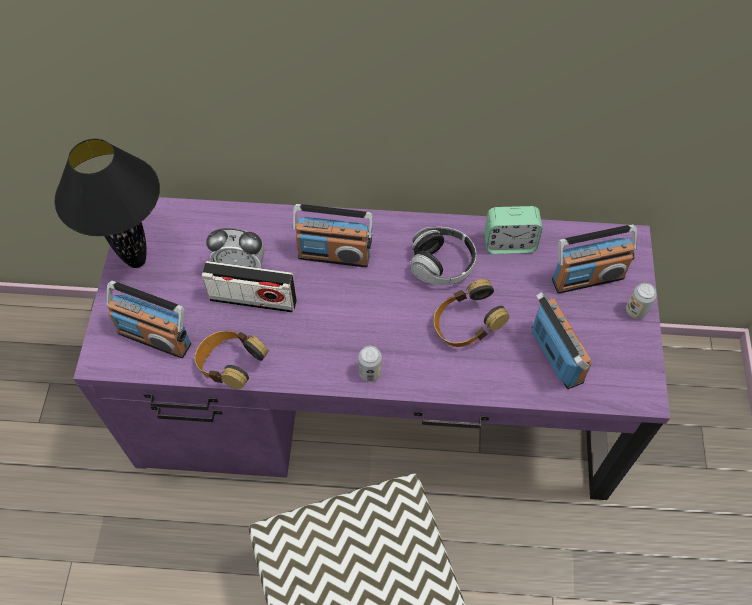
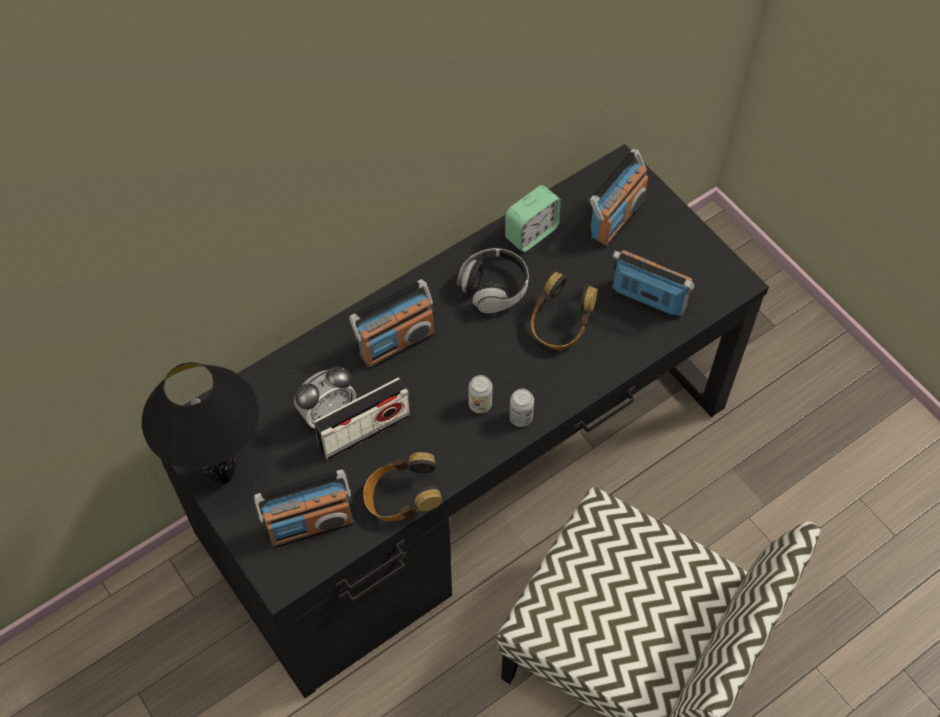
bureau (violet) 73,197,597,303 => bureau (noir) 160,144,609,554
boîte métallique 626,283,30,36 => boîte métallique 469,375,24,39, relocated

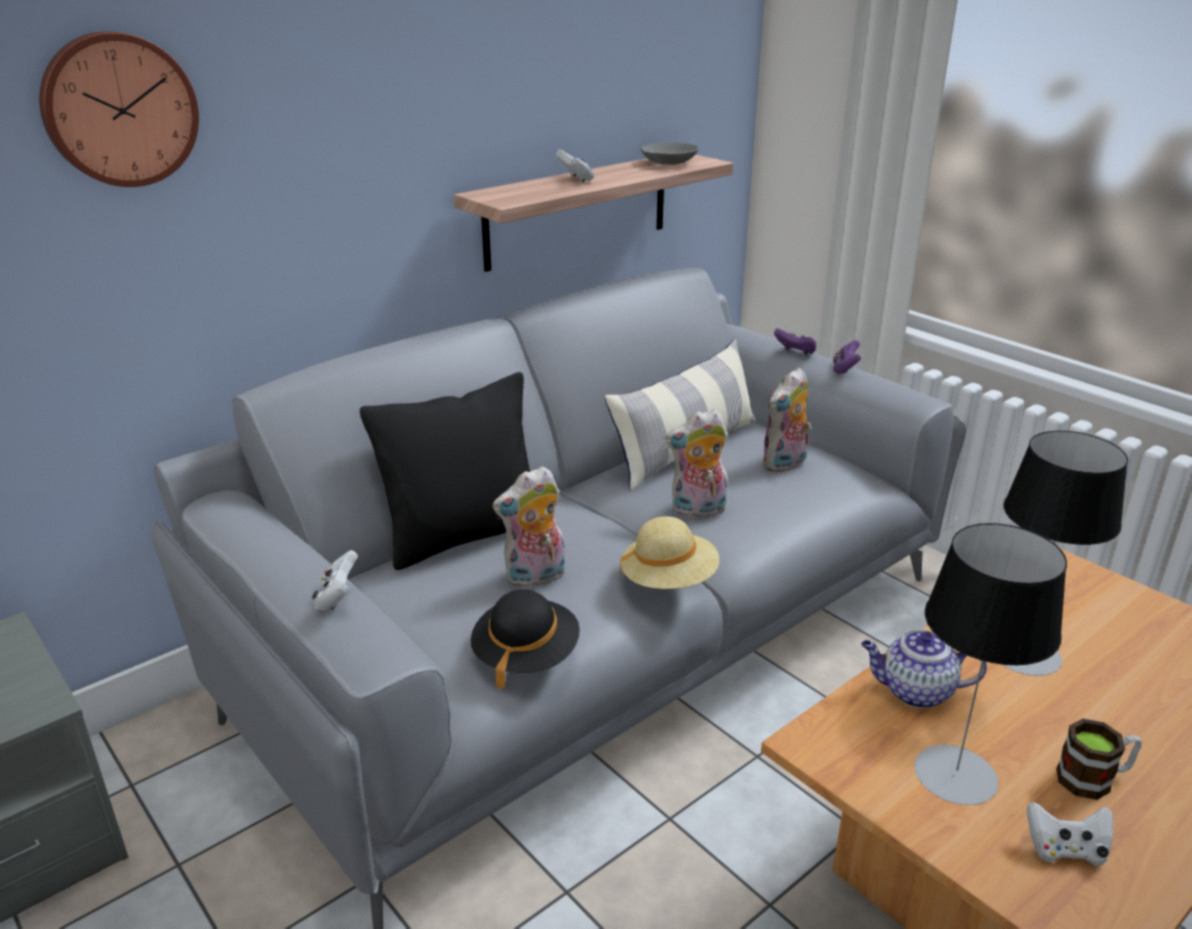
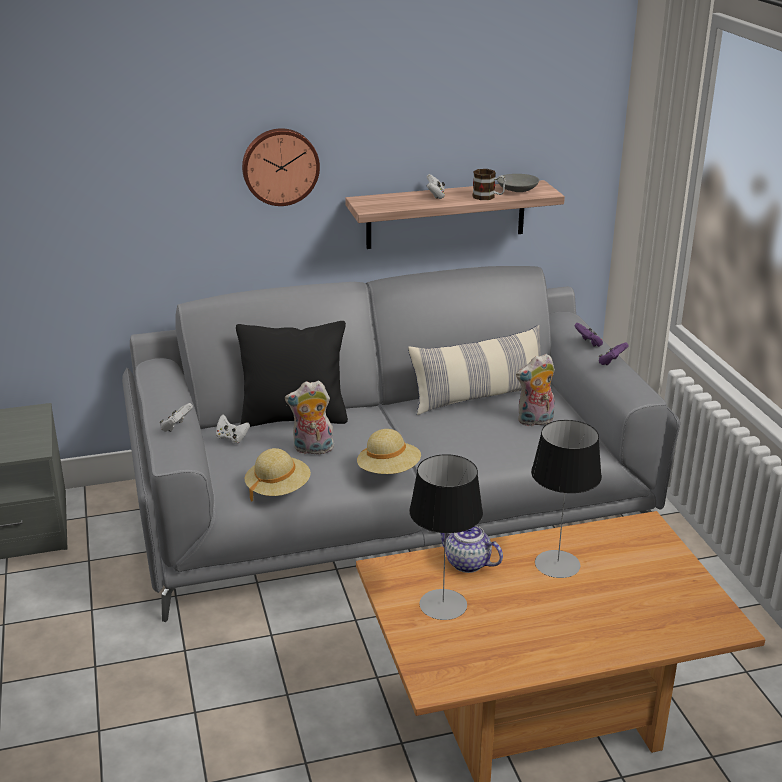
horloge murale 39,31,160,156 => horloge murale 242,128,78,78, relocated
peluche 665,409,63,110 => nothing
chapeau (noir) 471,590,109,100 => chapeau (beige) 245,448,66,53
mug 1056,719,86,81 => mug 472,169,34,31, relocated
manette (blanc) 1027,802,86,64 => manette (blanc) 216,415,34,29, relocated

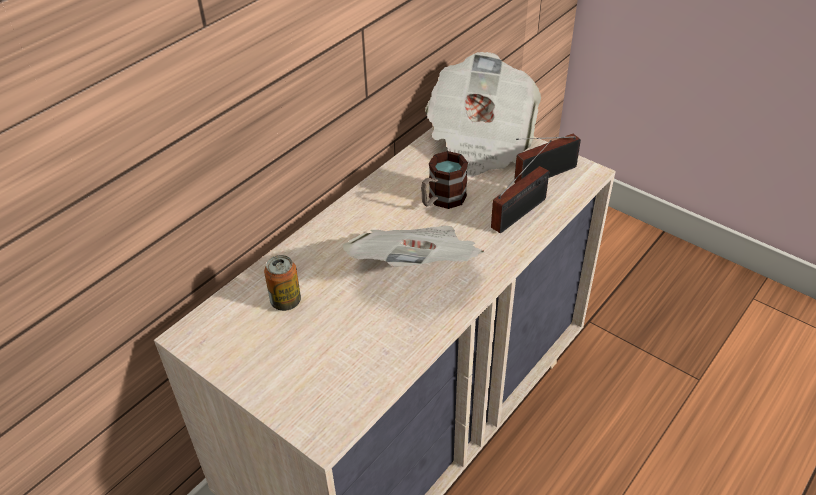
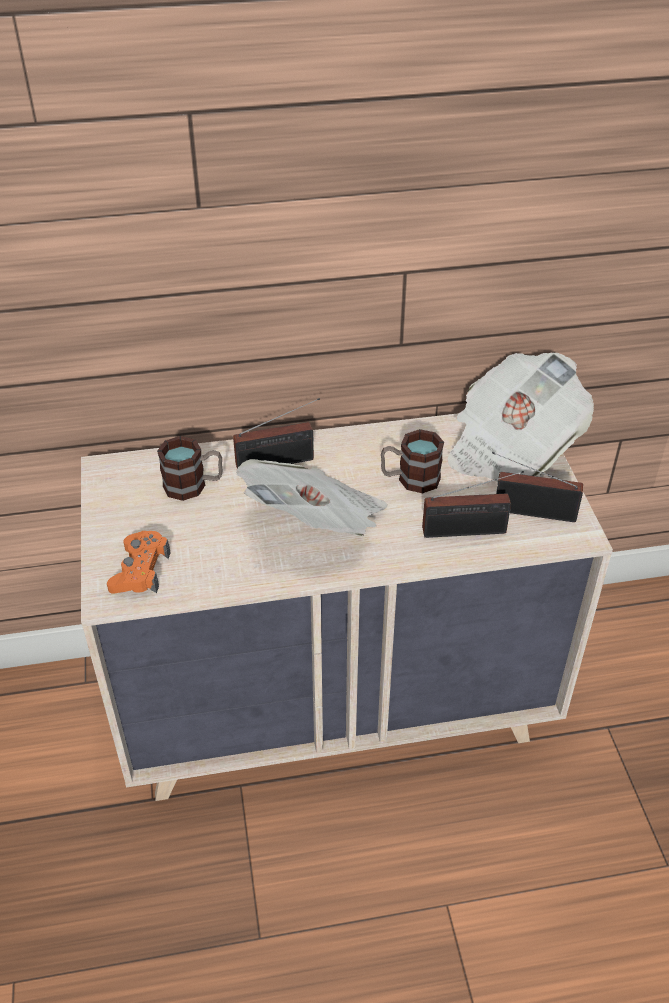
boîte métallique 264,255,37,56 => mug 157,436,65,65
nothing => radio 233,398,87,71
nothing => manette (orange) 107,531,63,63

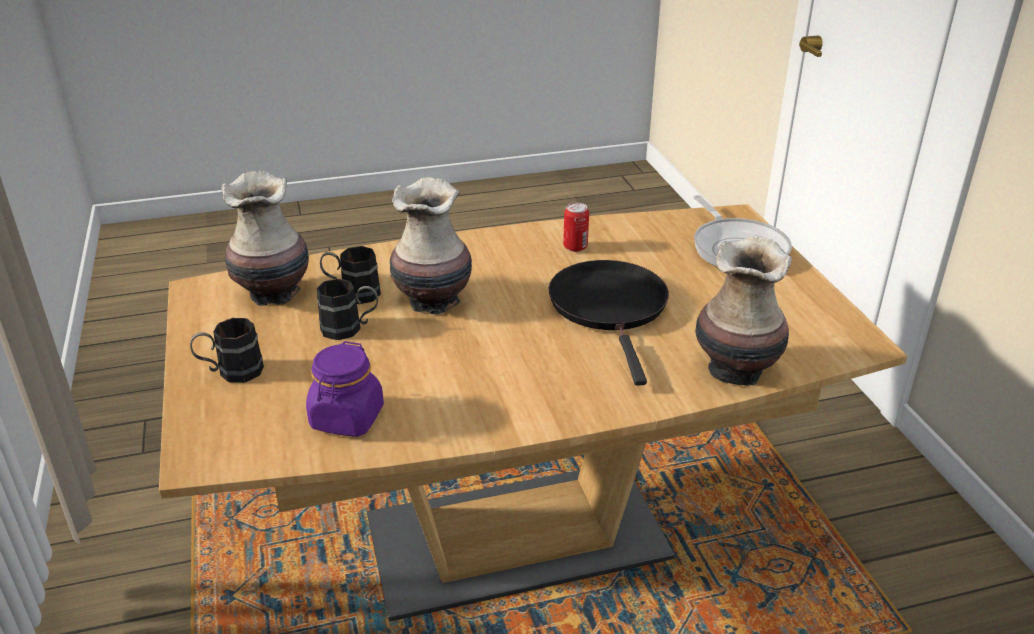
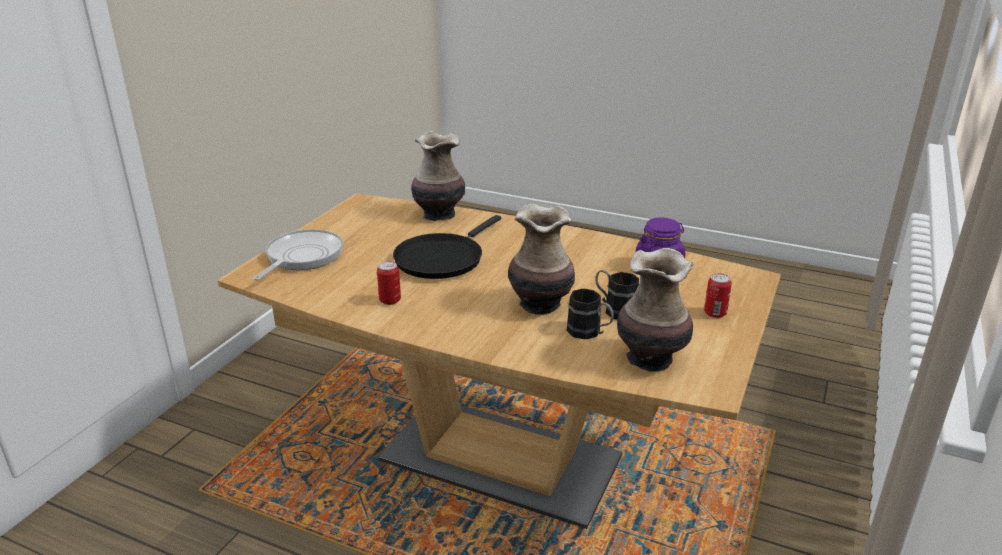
mug (noir) 190,318,74,65 => boîte métallique 704,273,28,45

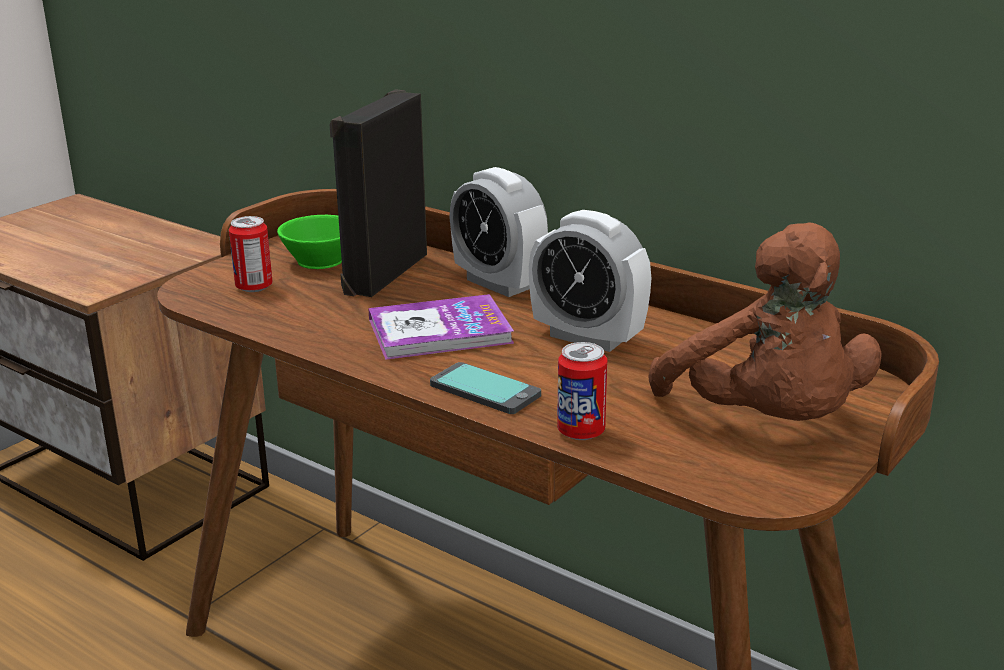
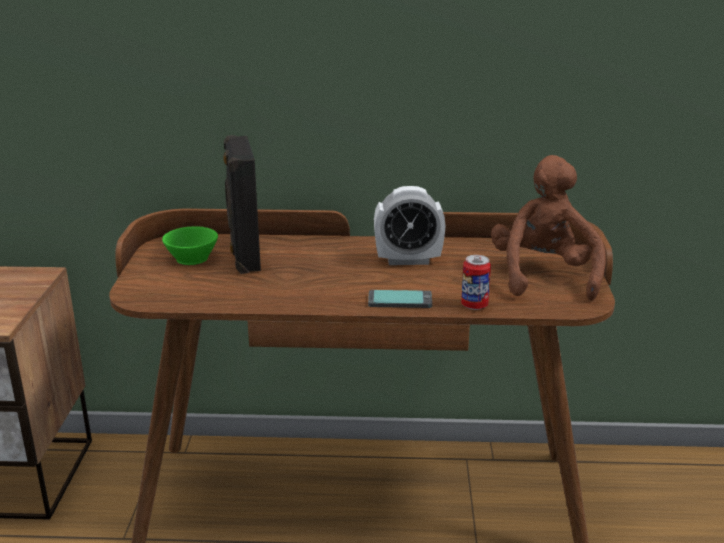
réveil 449,167,99,130 => nothing
boîte métallique 229,216,44,76 => nothing
peluche (marron) 649,222,233,199 => peluche (marron) 491,155,115,145, 120 degrees counterclockwise
livre 368,294,146,66 => nothing

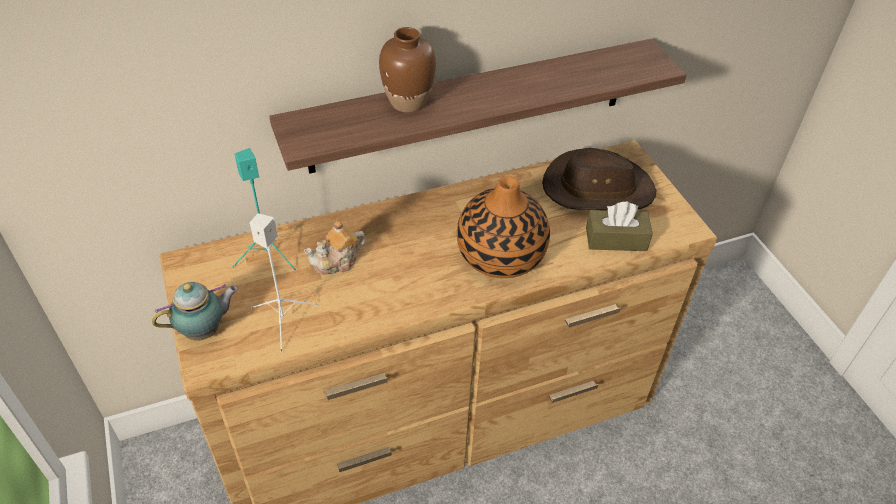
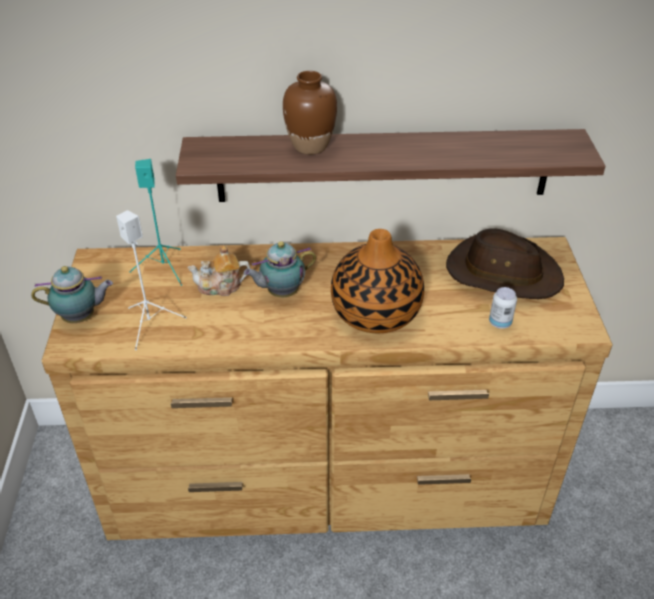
boîte à mouchoirs (marron) 586,202,67,49 => boîte métallique 489,287,28,42
nothing => théière 244,241,72,56

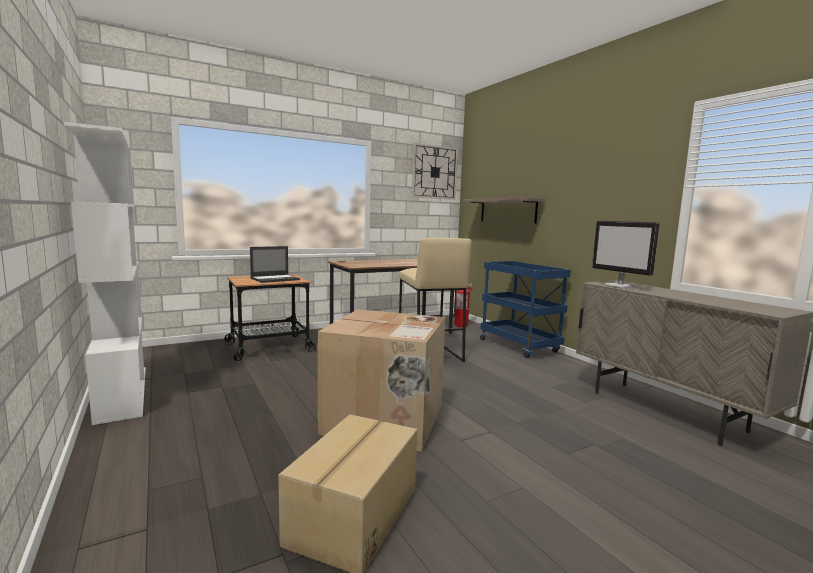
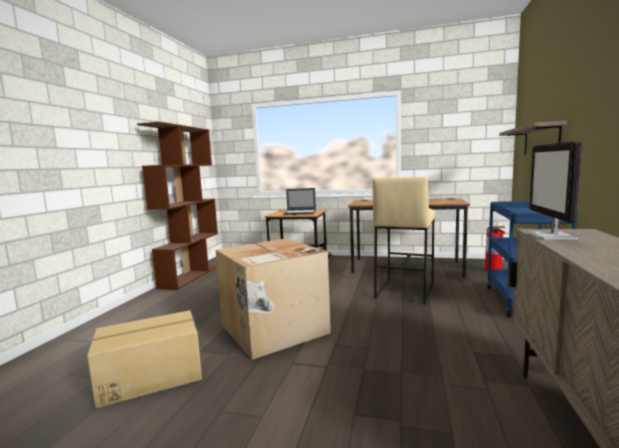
bibliothèque (blanc) 64,122,82,303 => bibliothèque (marron) 137,122,81,168
horloge murale 412,143,46,57 => nothing

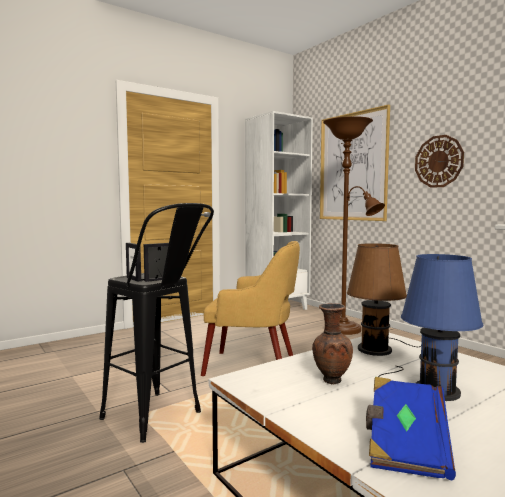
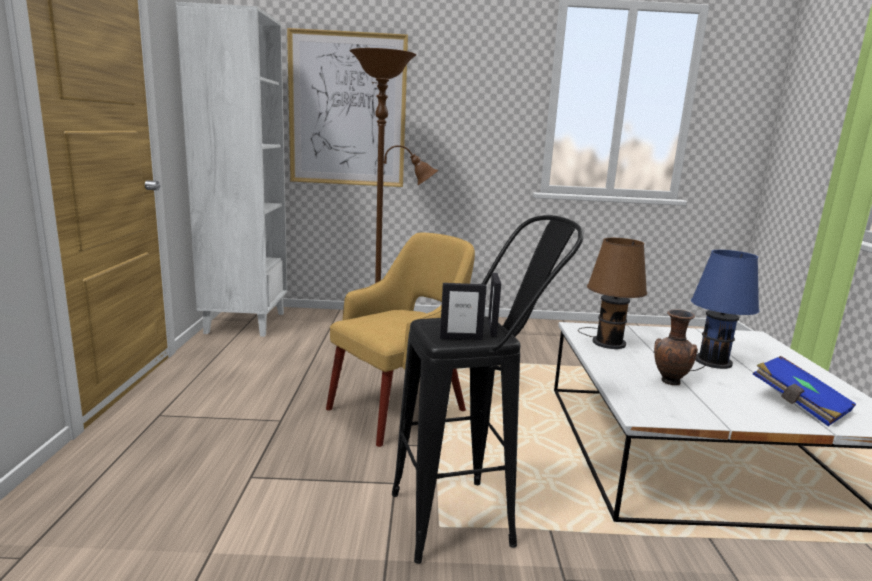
horloge murale 415,135,49,53 => nothing

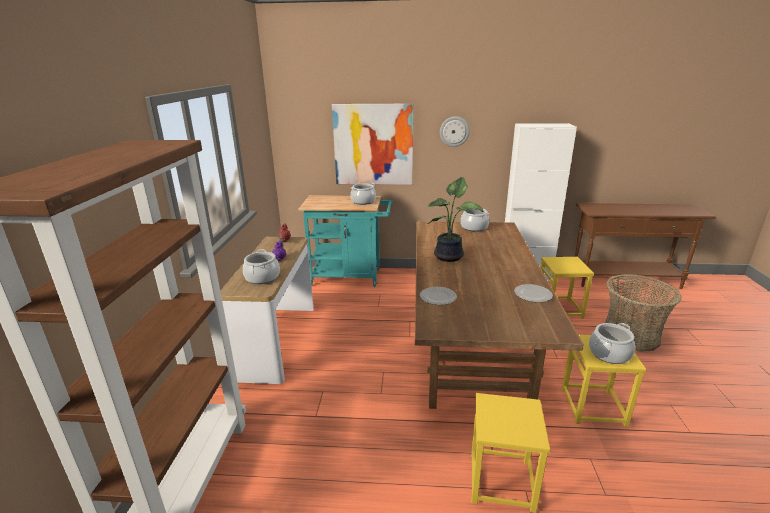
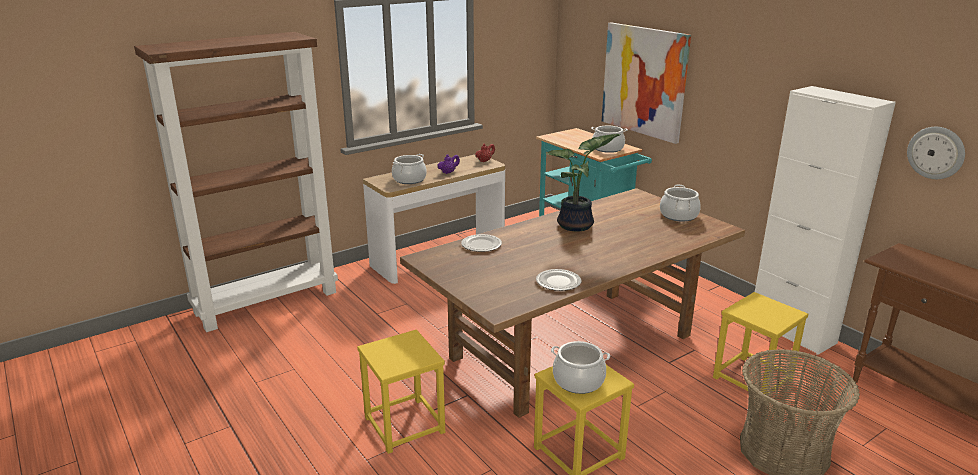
horloge murale 440,116,30,31 => horloge murale 907,127,58,52, relocated

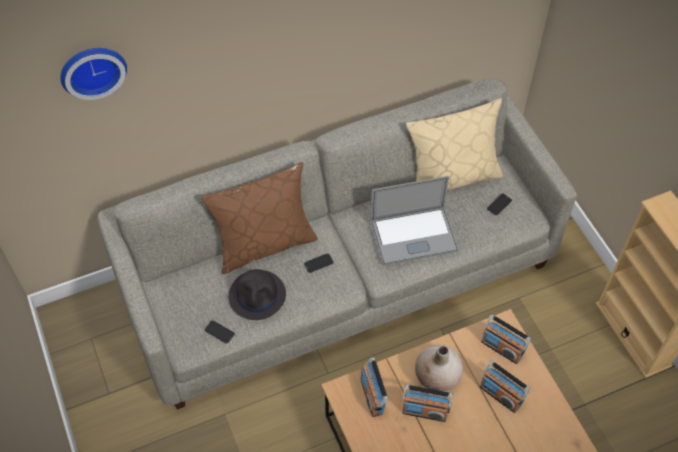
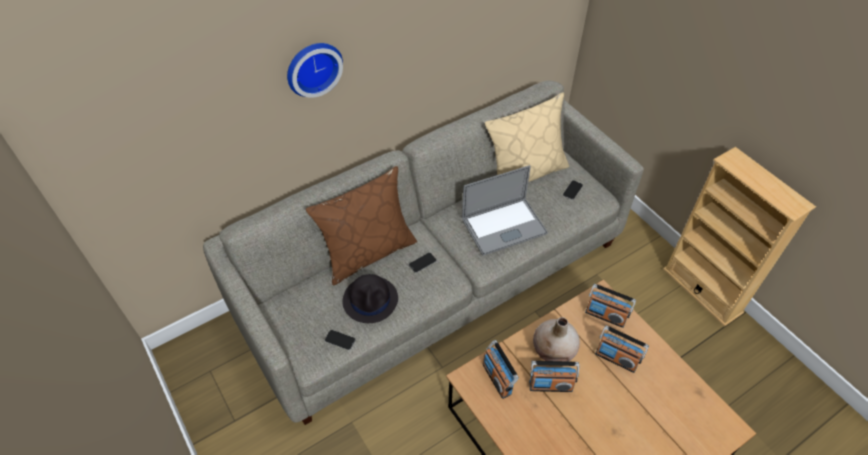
horloge murale 61,48,66,52 => horloge murale 287,43,56,55, relocated

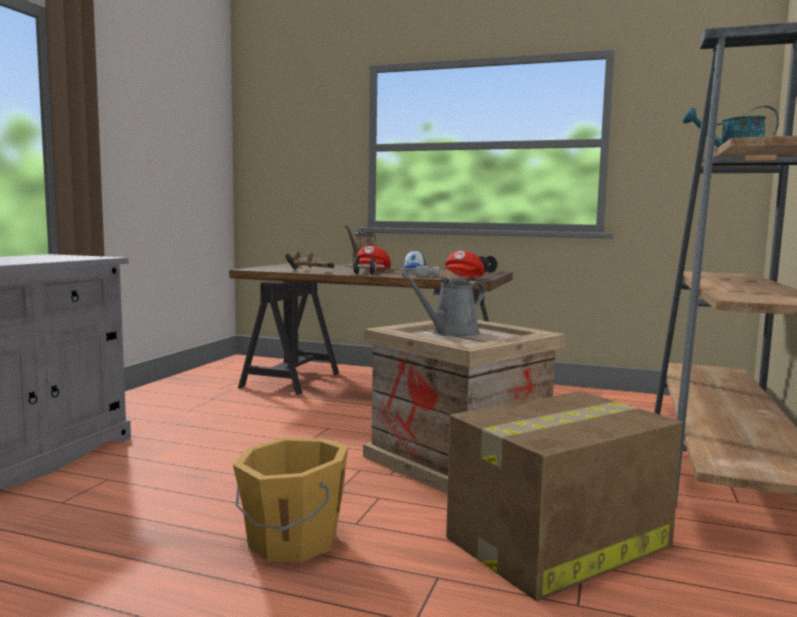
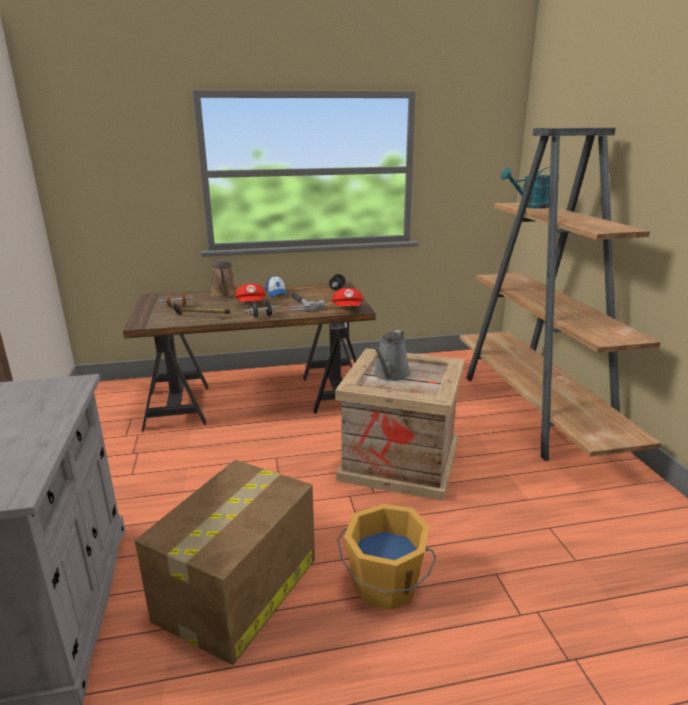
carton 446,391,236,210 => carton 135,460,180,205, relocated

